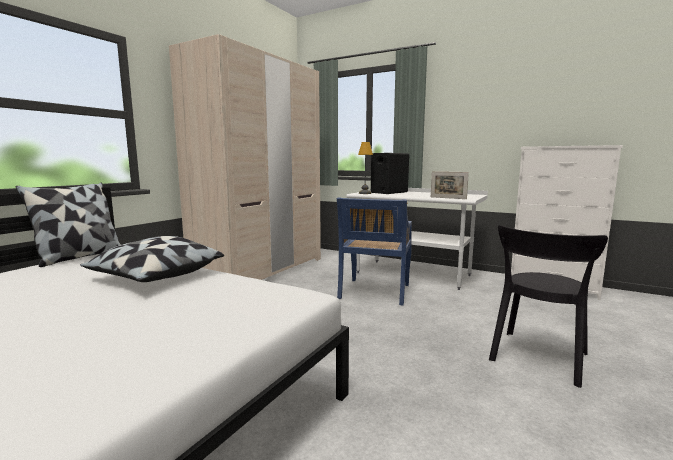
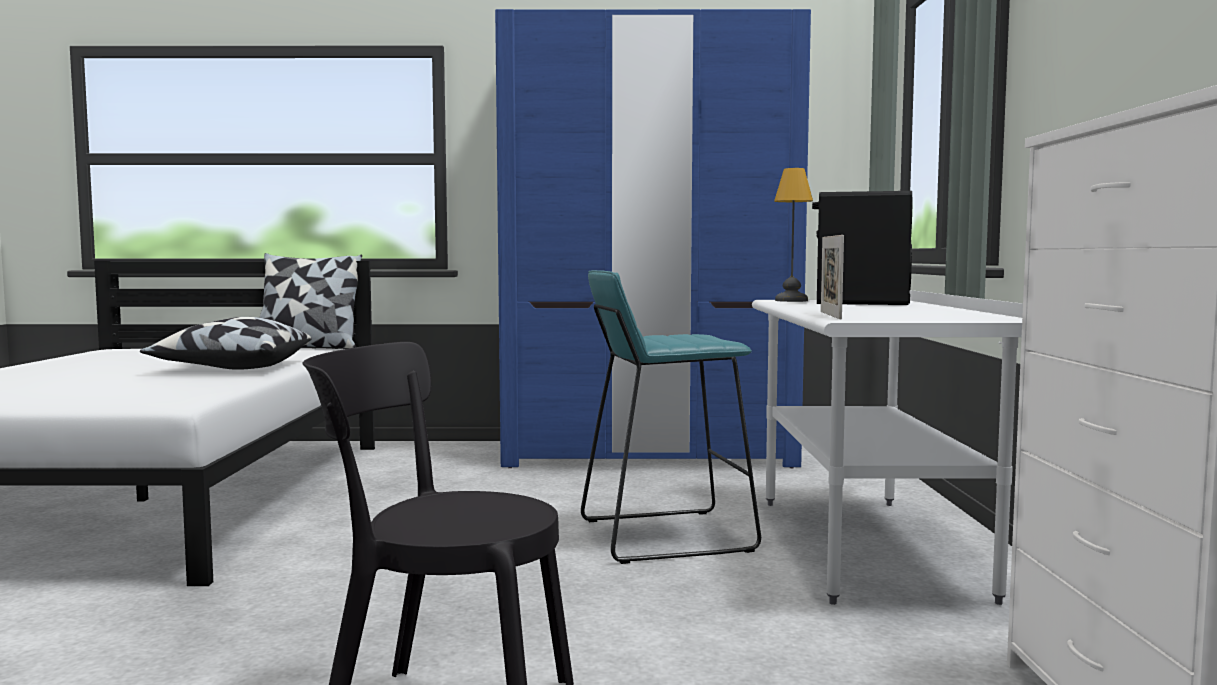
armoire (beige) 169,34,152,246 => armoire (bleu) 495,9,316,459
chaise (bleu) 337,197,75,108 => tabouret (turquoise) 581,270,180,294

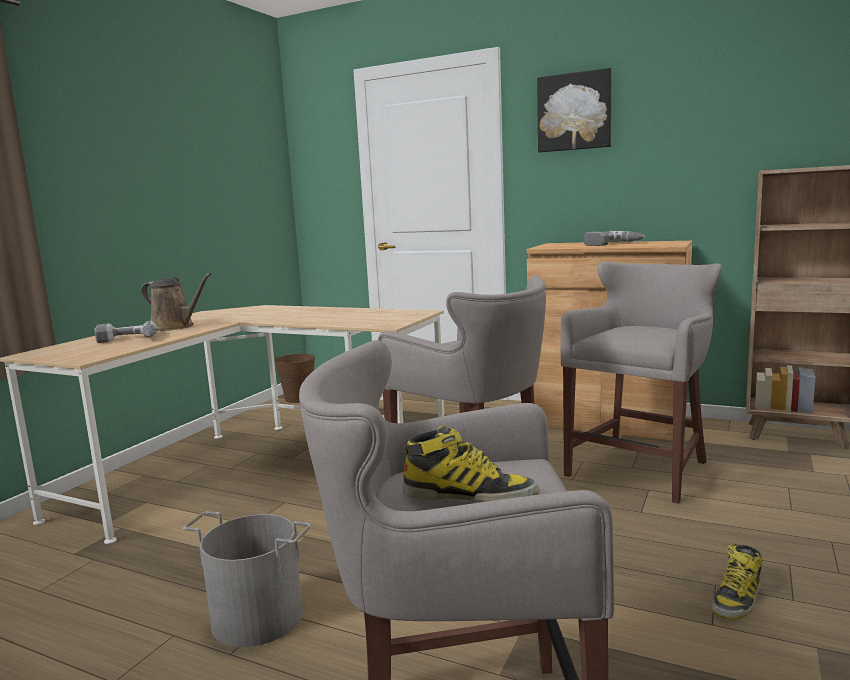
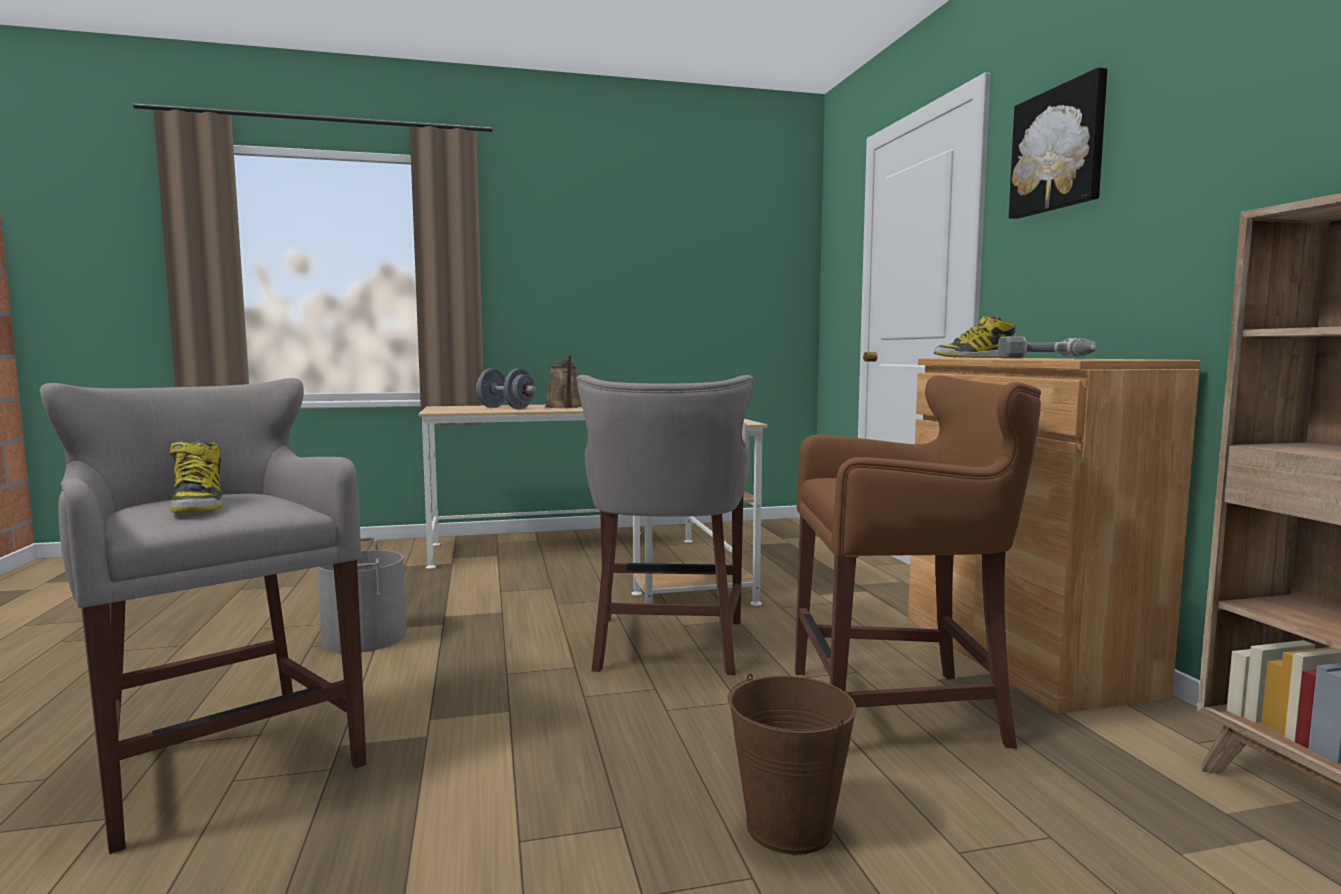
tabouret (gris) 560,261,162,242 => tabouret (marron) 795,375,246,374
perceuse 95,321,62,22 => haltère (gris) 476,368,61,41
seau (marron) 274,354,41,49 => seau (marron) 728,674,129,181, relocated
botte 712,543,51,77 => botte 934,315,82,43, relocated

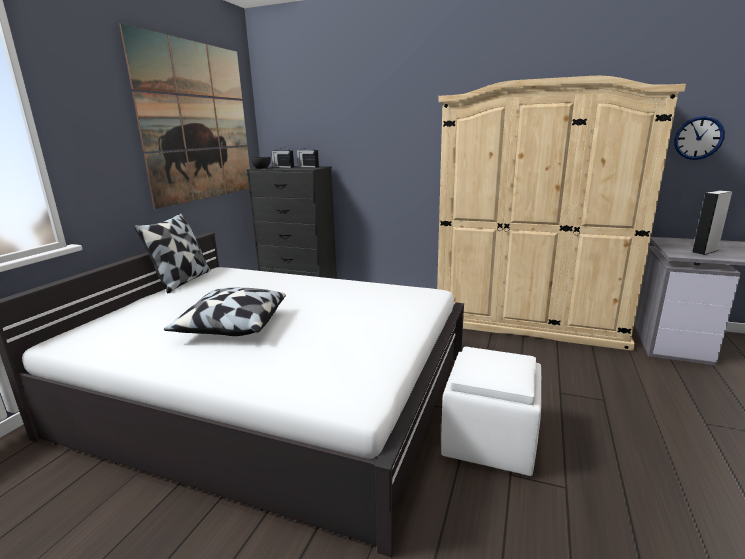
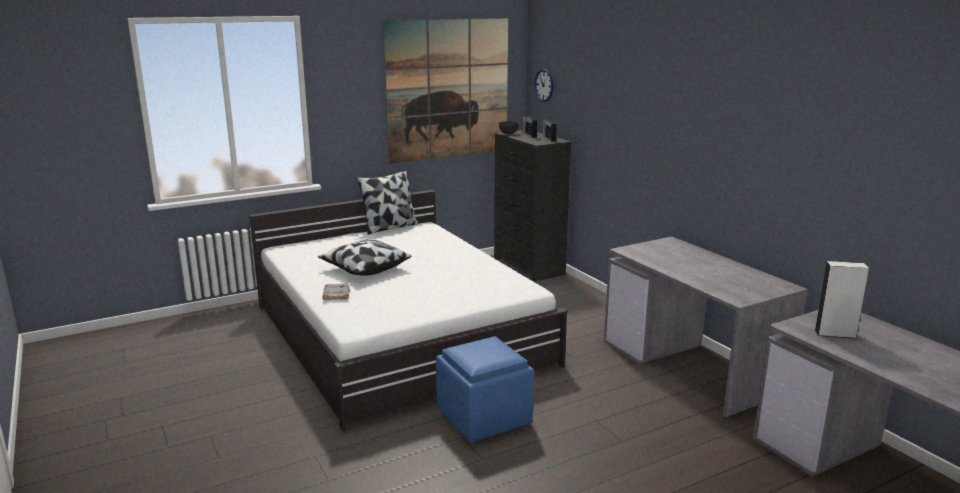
armoire (beige) 437,76,249,275 => bureau (gris) 604,237,204,180
horloge murale 674,116,51,44 => horloge murale 534,69,20,33, relocated
pouf (blanc) 441,347,100,129 => pouf (bleu) 436,336,98,107
nothing => livre (gris) 322,283,28,17

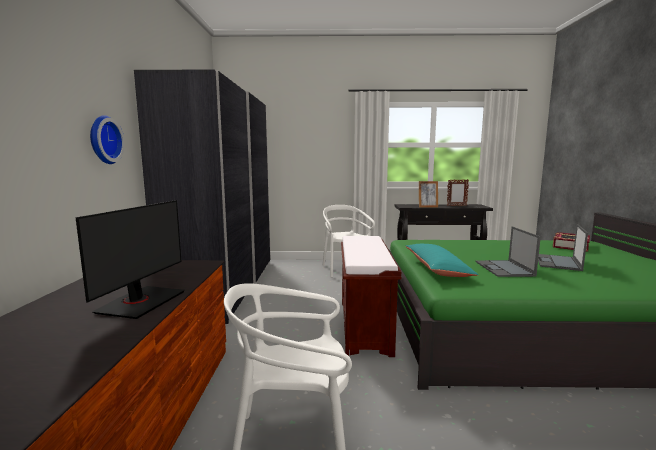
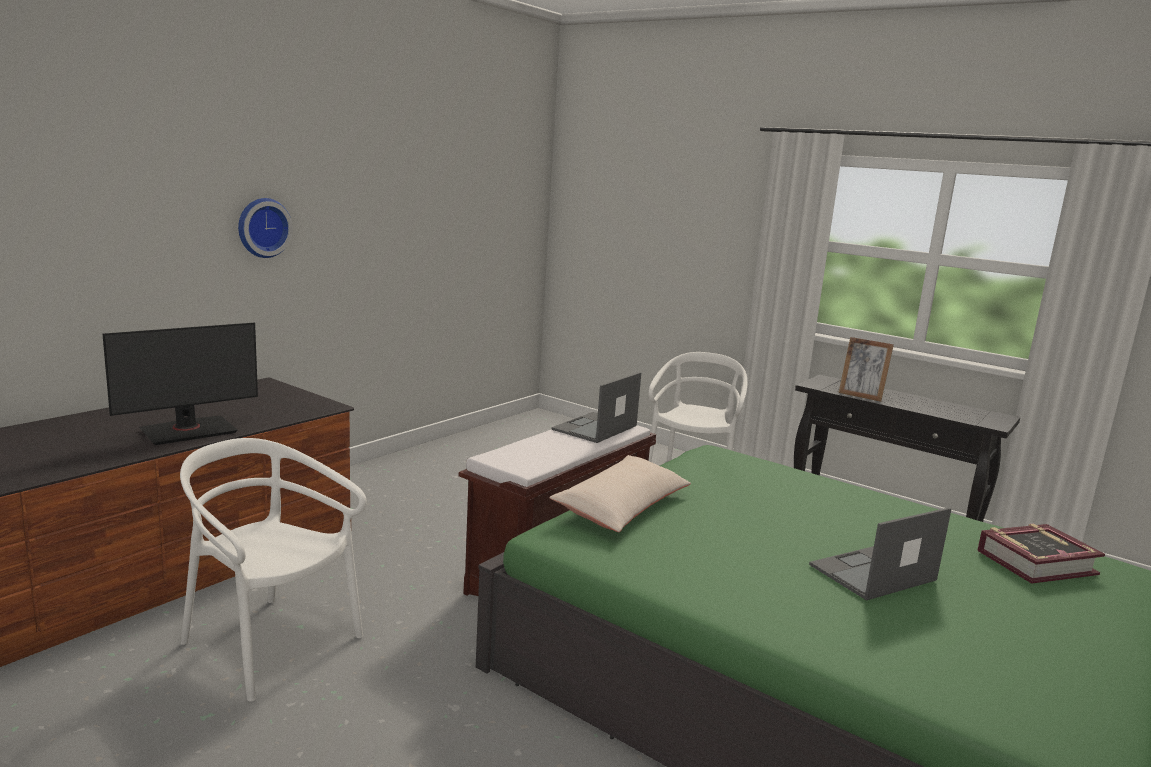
armoire (gris) 134,69,137,255 => nothing
cadre photo 447,179,22,27 => nothing
ordinateur portable 476,227,65,50 => ordinateur portable 552,372,89,71, relocated
coussin (turquoise) 406,244,72,33 => coussin (beige) 549,455,142,77

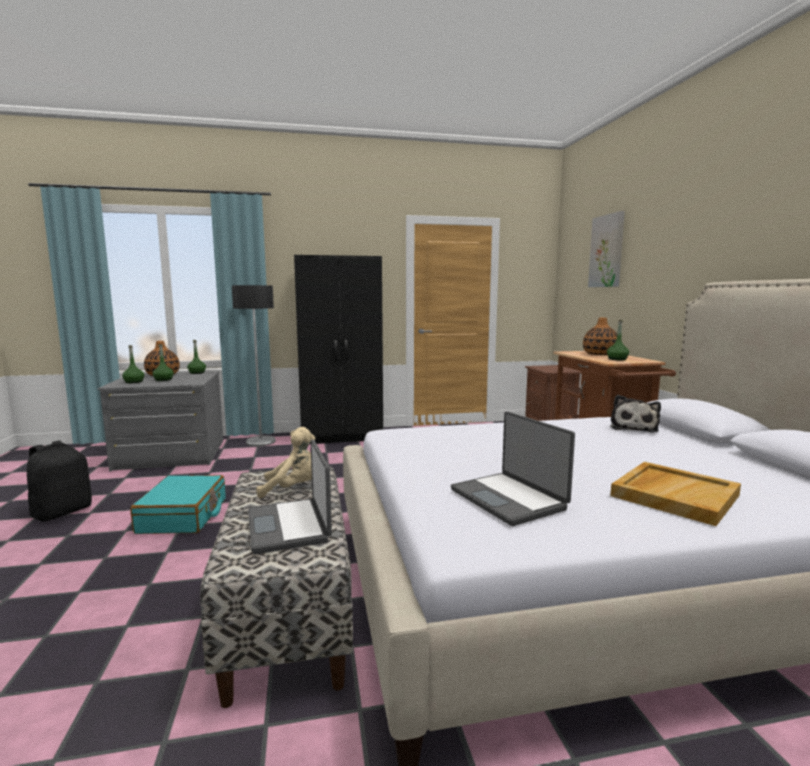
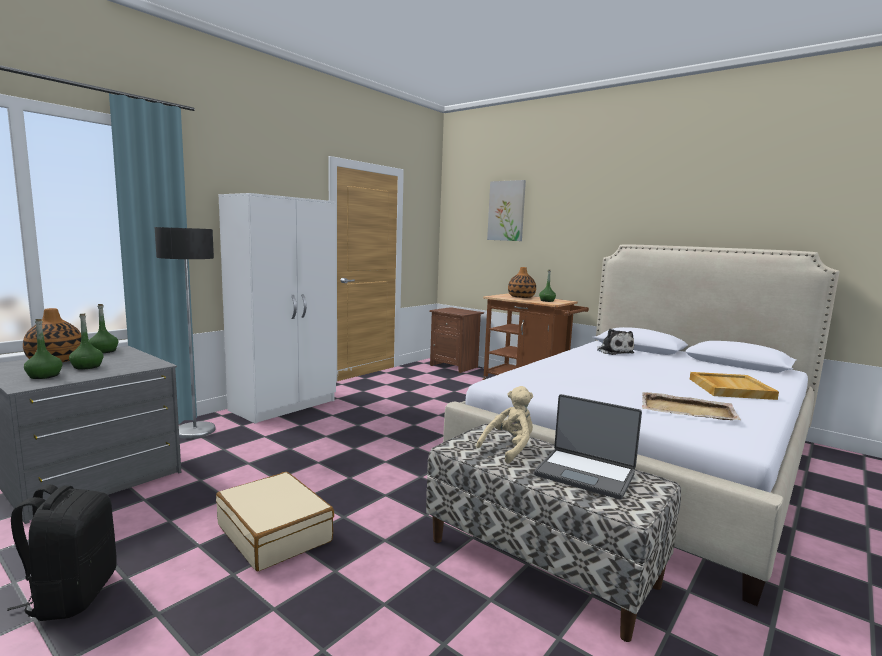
armoire (noir) 294,255,89,189 => armoire (blanc) 219,193,117,231
ordinateur portable 451,411,124,115 => plateau (beige) 642,392,99,28
valise (turquoise) 130,475,96,59 => valise (beige) 216,472,118,99

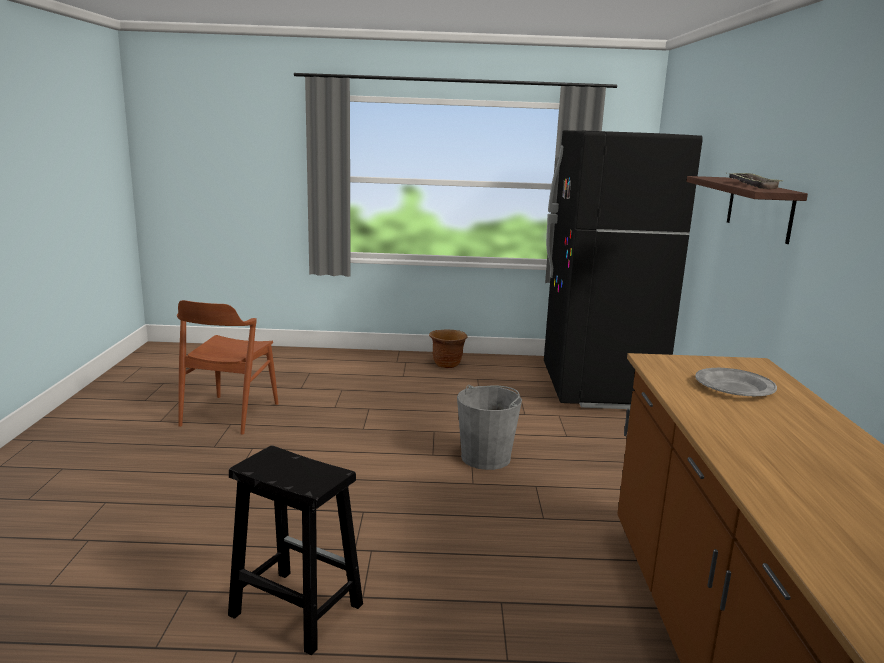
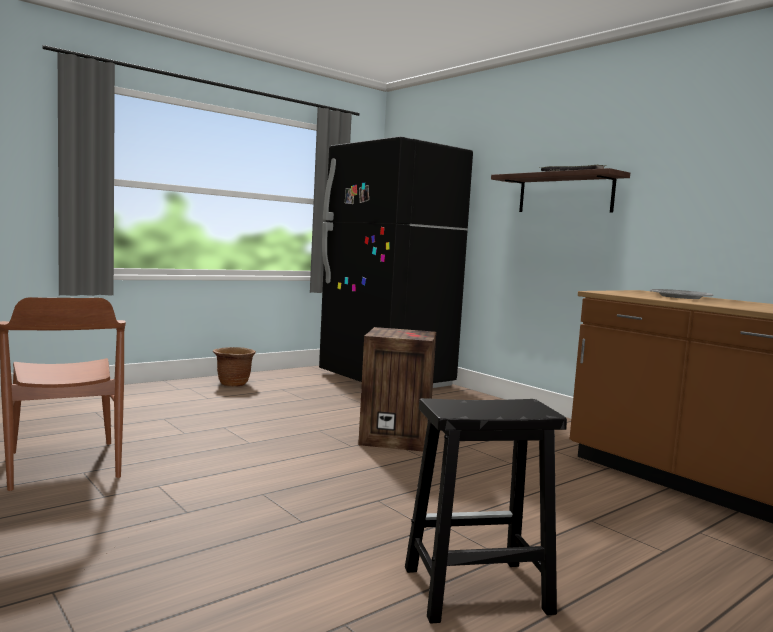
seau (gris) 457,385,65,85 => caisse 358,327,78,124

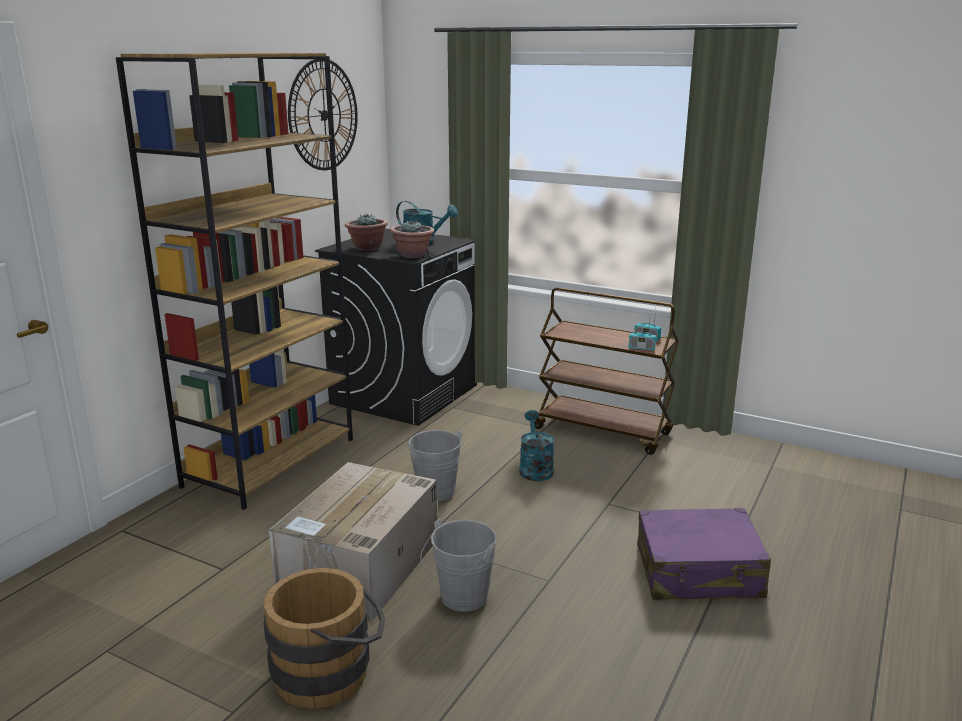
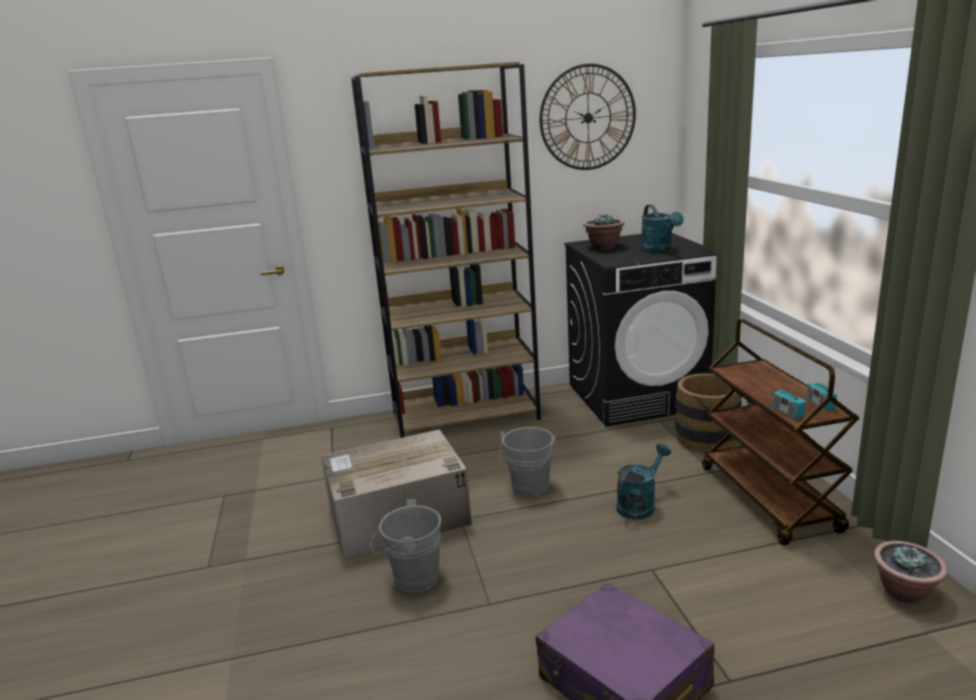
plante en pot 390,220,44,38 => plante en pot 874,541,73,63, relocated
seau (marron) 264,568,122,141 => seau (marron) 675,373,77,80, relocated

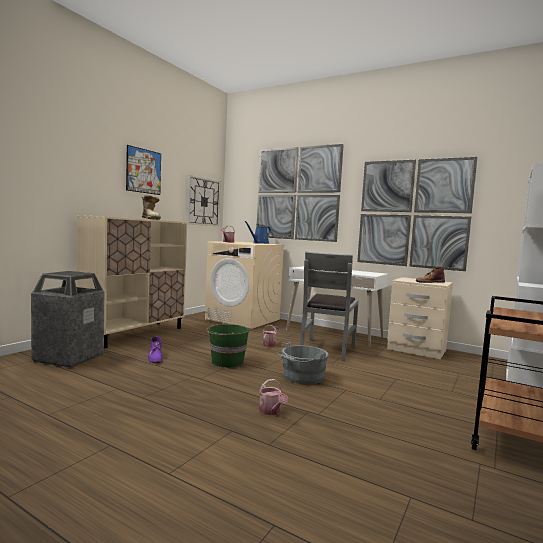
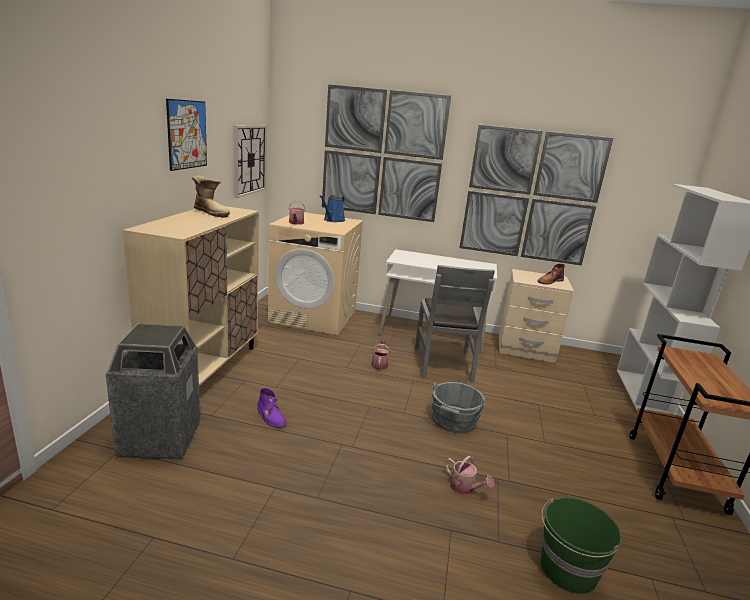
seau (vert) 207,323,42,45 => seau (vert) 540,497,82,97, relocated

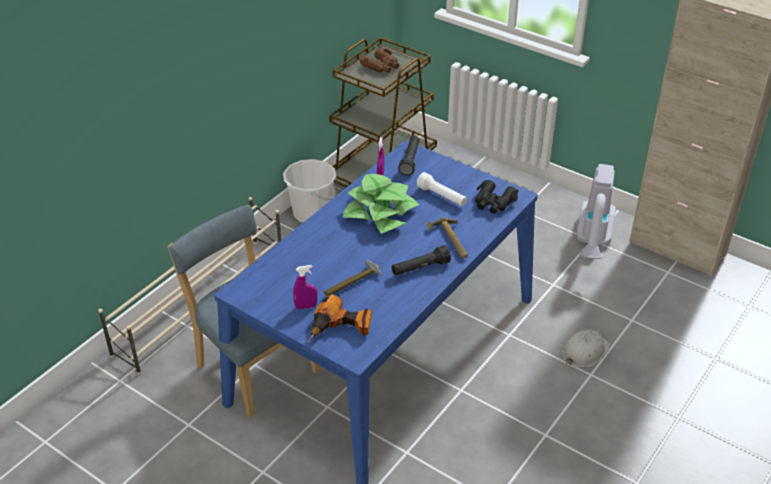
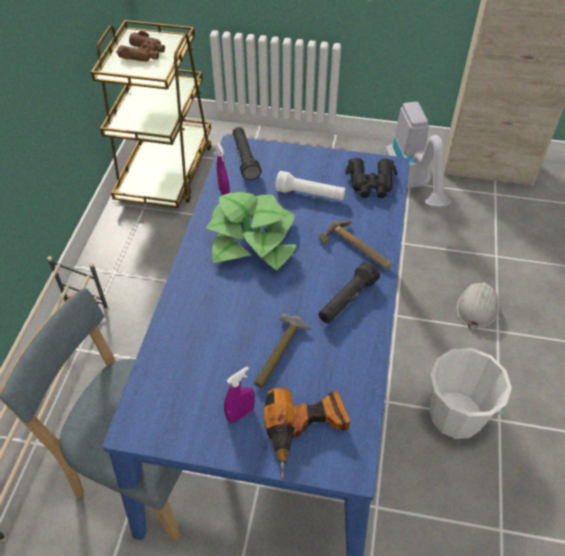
seau (blanc) 283,159,53,63 => seau (blanc) 430,348,82,91, relocated

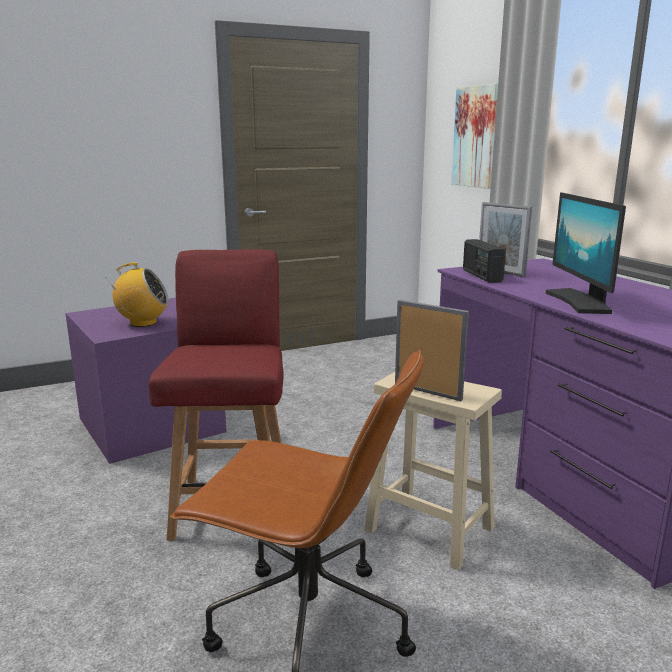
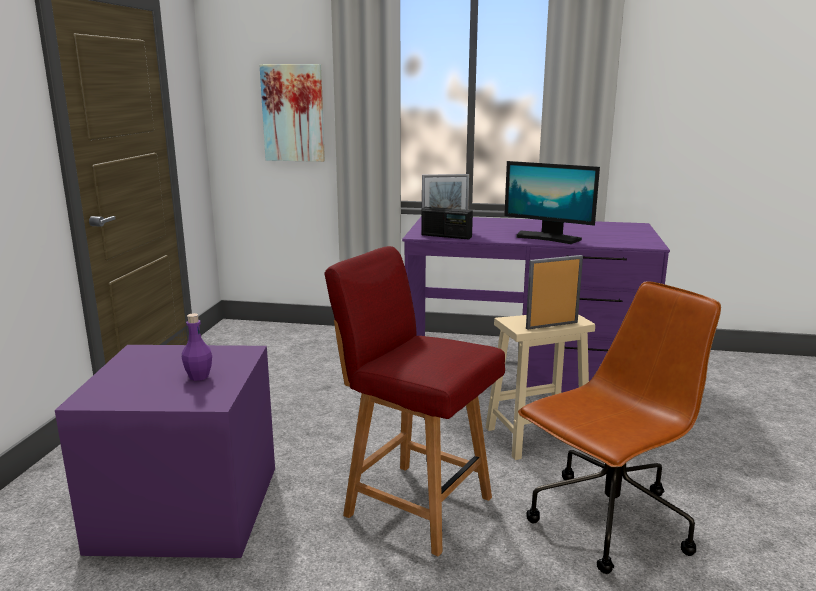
radio 106,262,63,65 => bouteille (violet) 182,313,30,68

